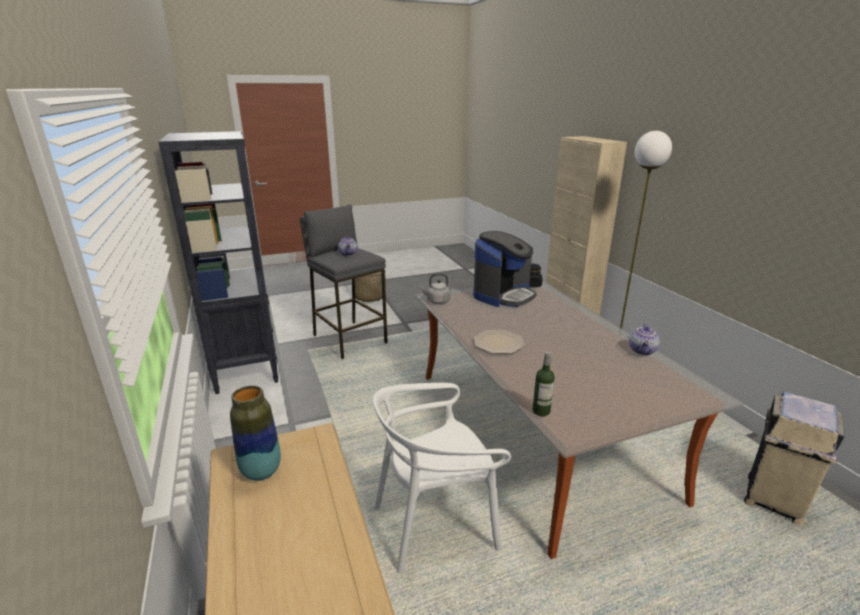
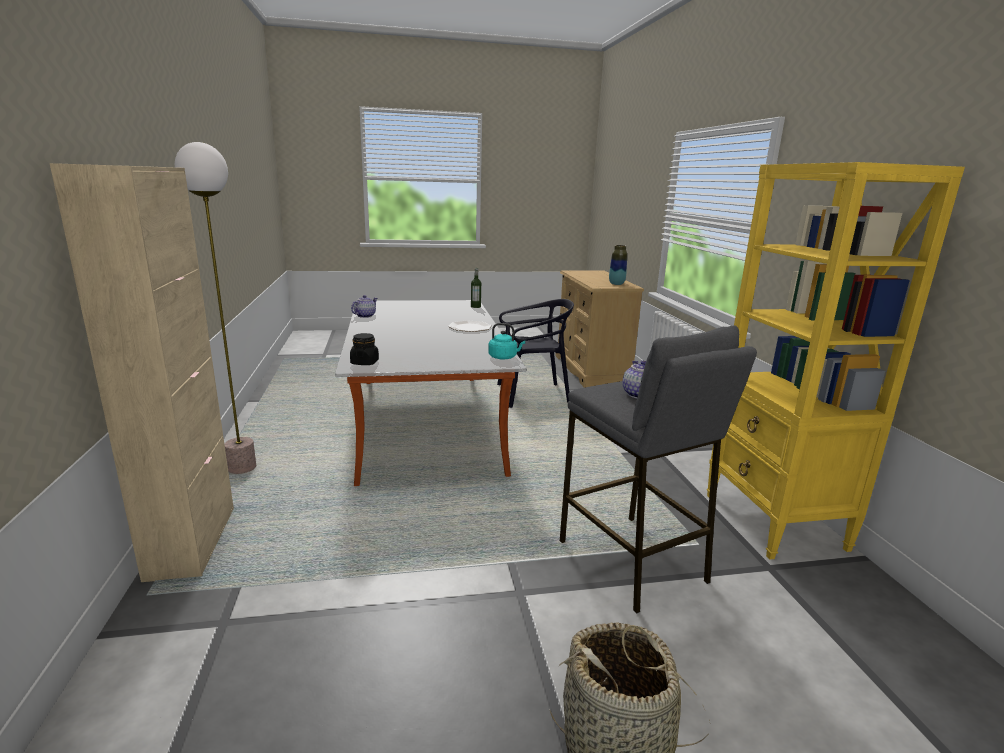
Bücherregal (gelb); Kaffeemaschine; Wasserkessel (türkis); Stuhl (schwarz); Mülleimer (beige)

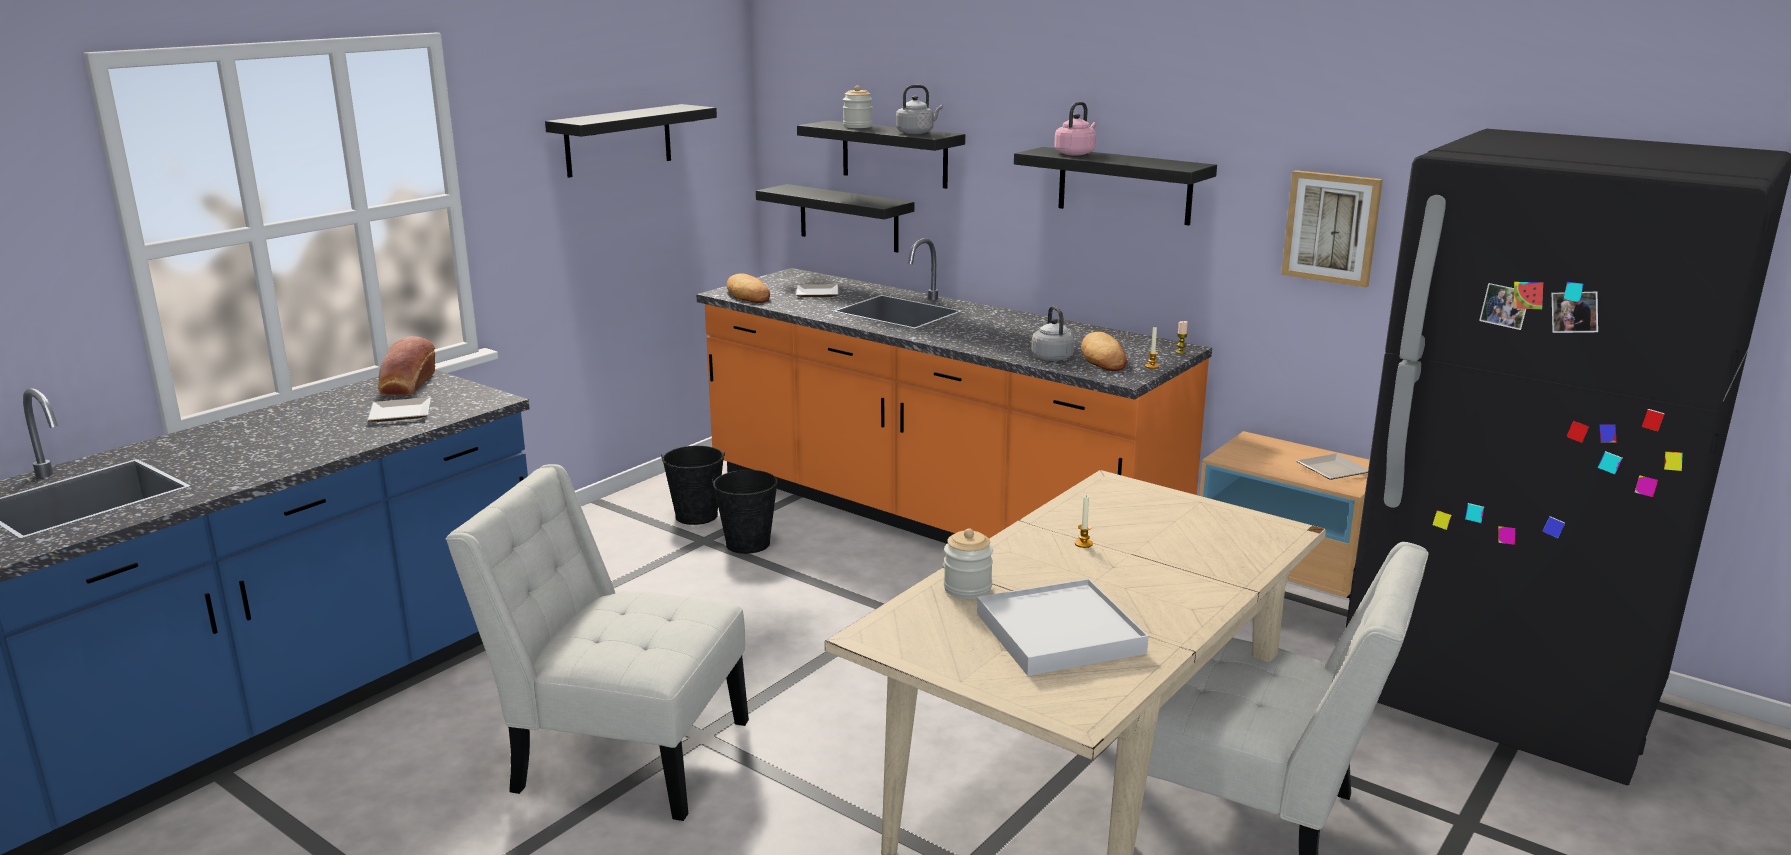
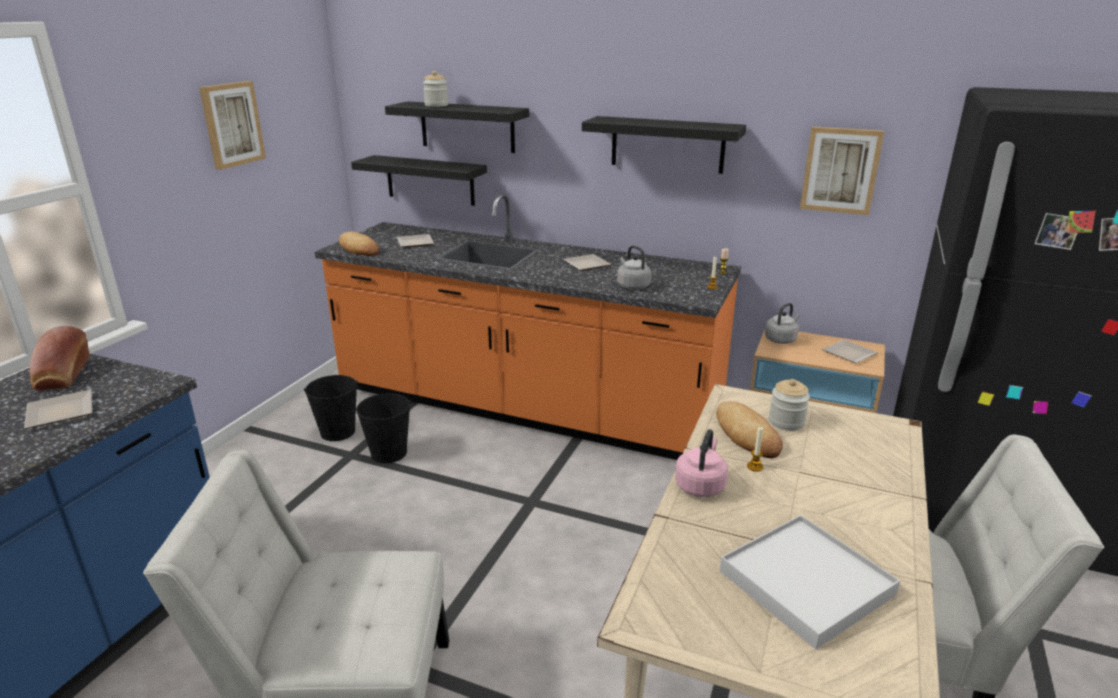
Wasserkessel (grau) (2nd from left); Wasserkessel (rosa); Bild (1st from left); Brot (3rd from left); Vorratsglas (2nd from left); Teller (3rd from left)

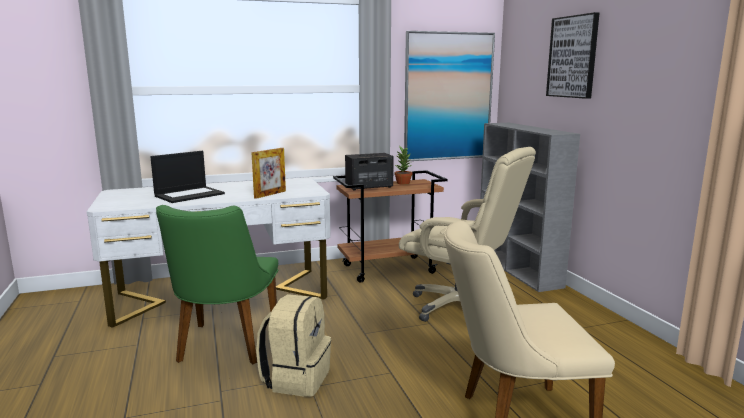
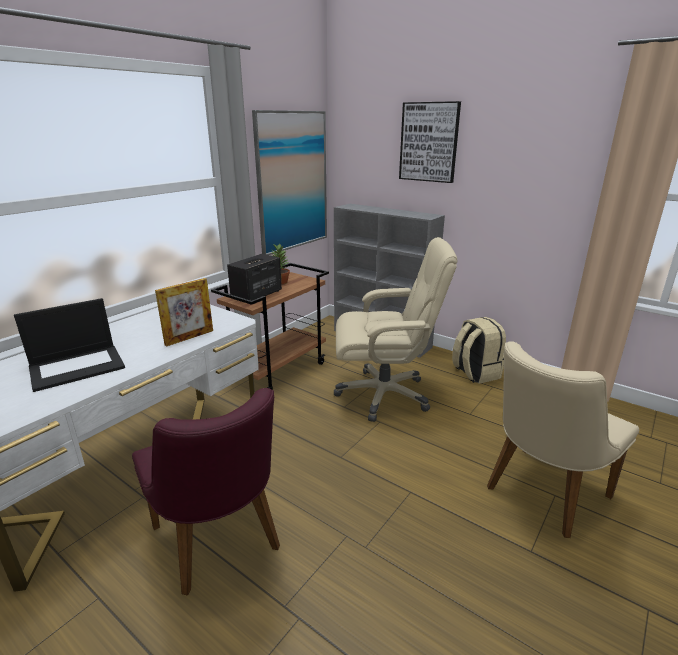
Bilderrahmen; Laptop; Stuhl (lila); Rucksack (beige)

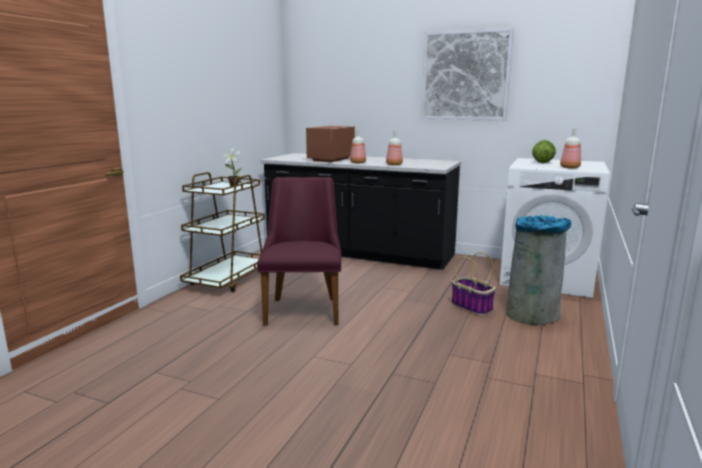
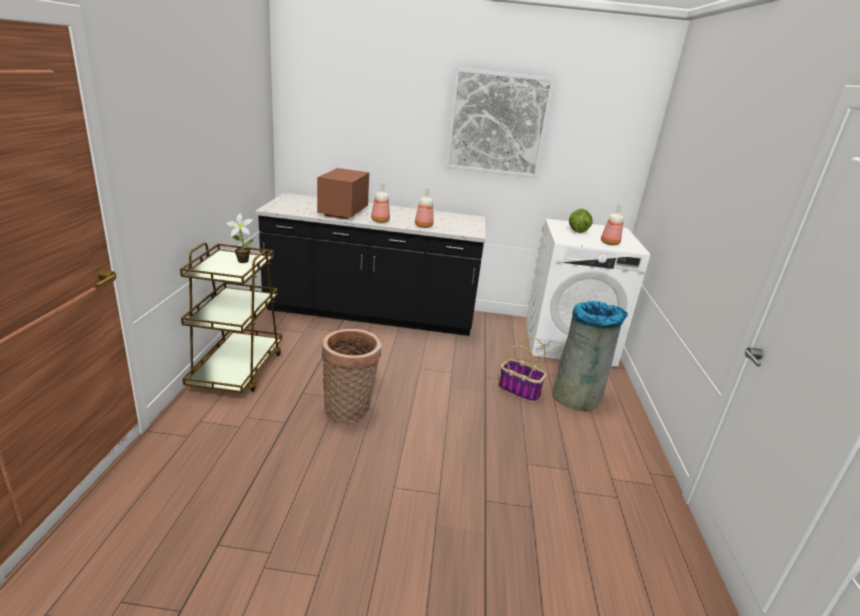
Korb (1st from left)

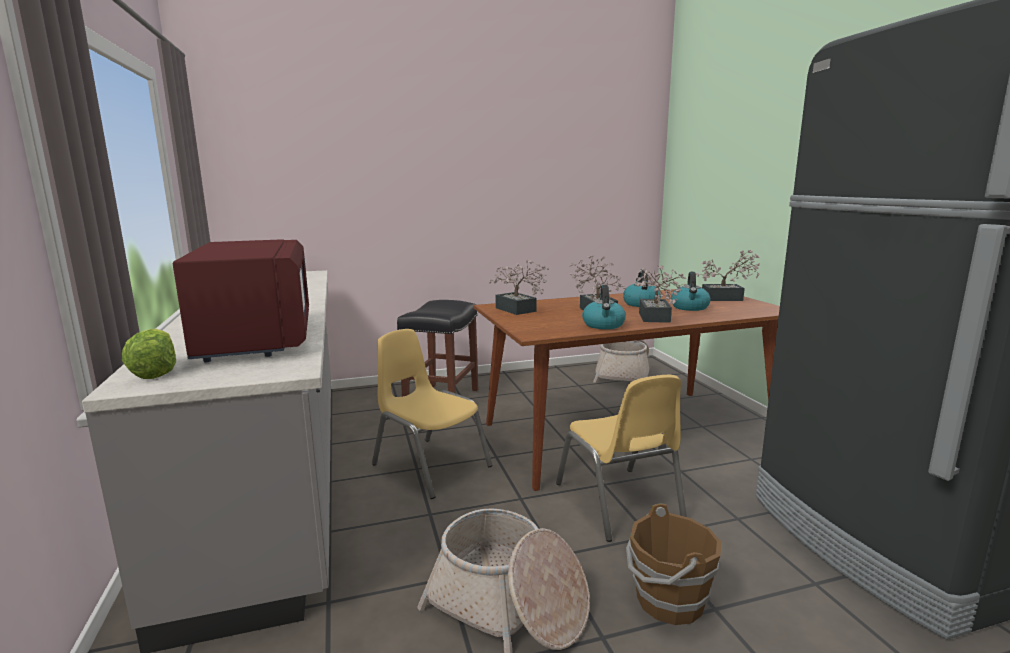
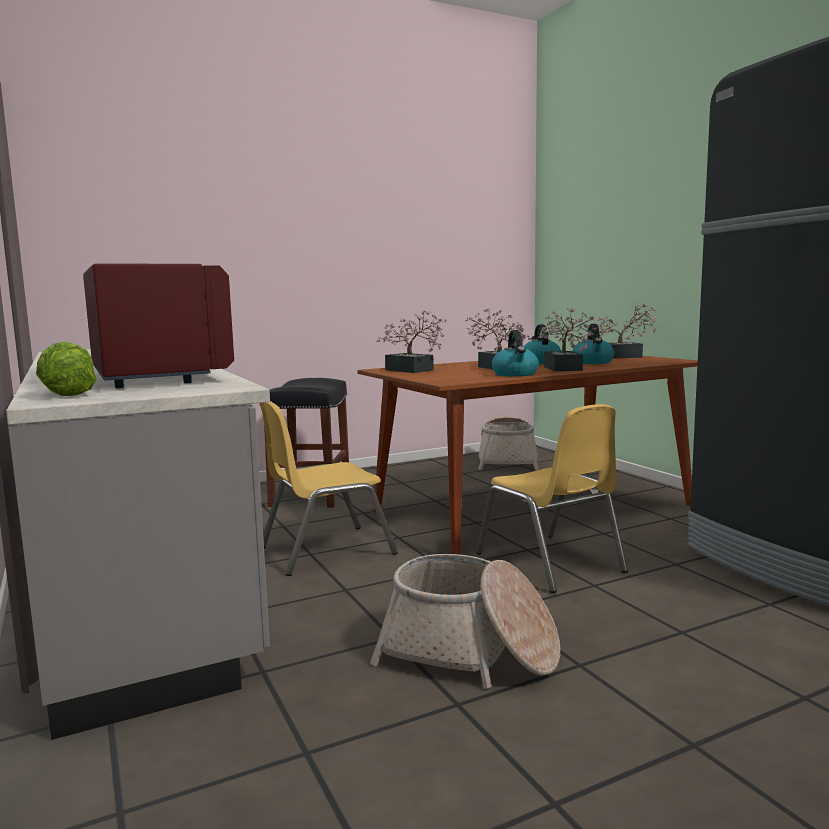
Stuhl (gelb) (1st from left); Eimer (braun)

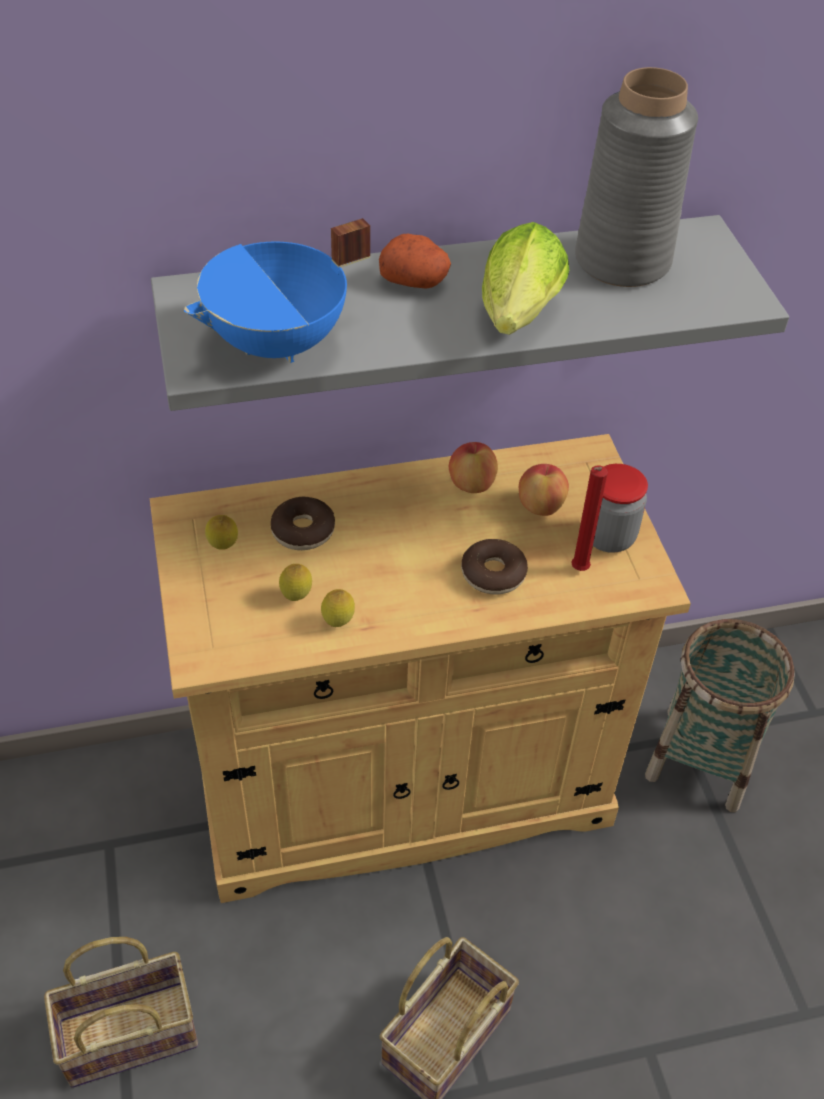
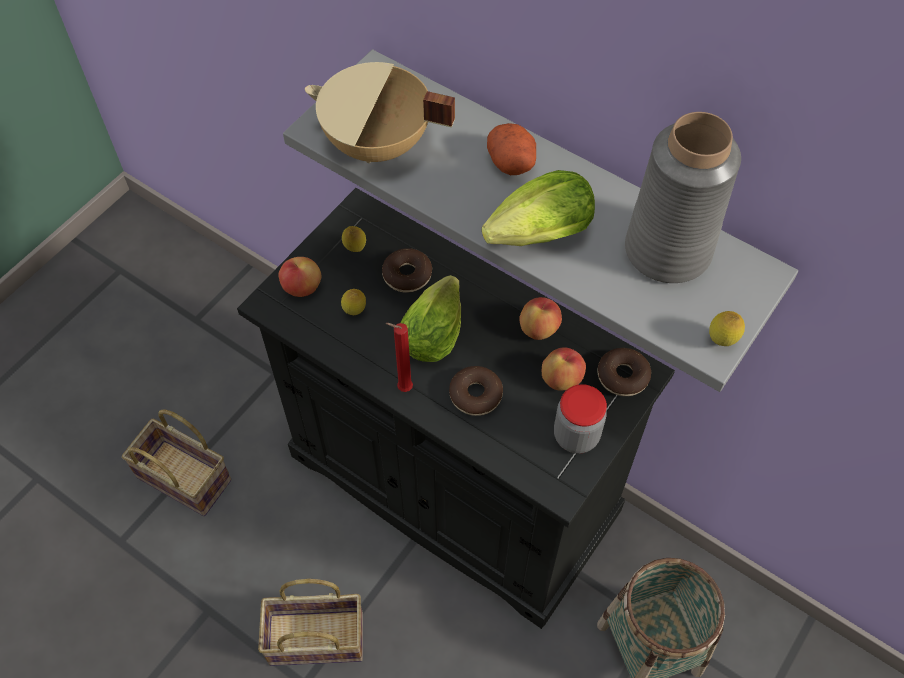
Kochtopf (beige); Schrank (schwarz); Kerze (rot); Zitrone (3rd from left); Apfel (1st from left); Salatkopf (1st from left); Donut (3rd from left)

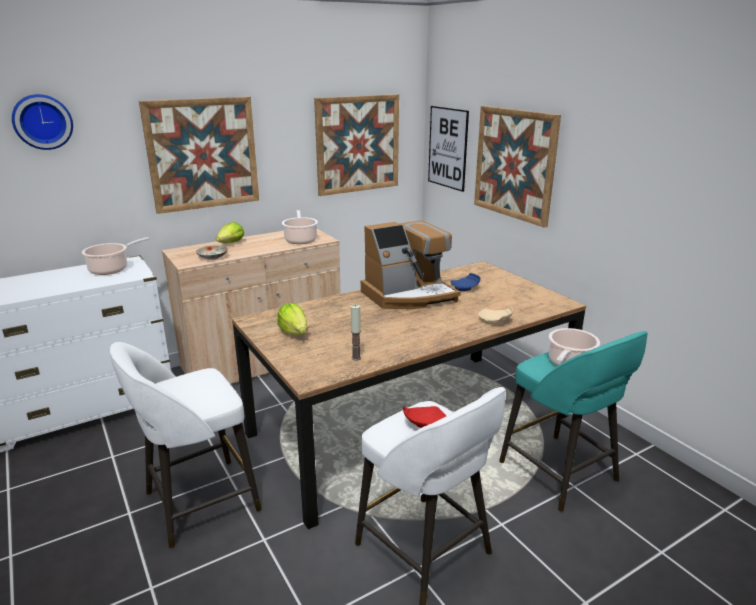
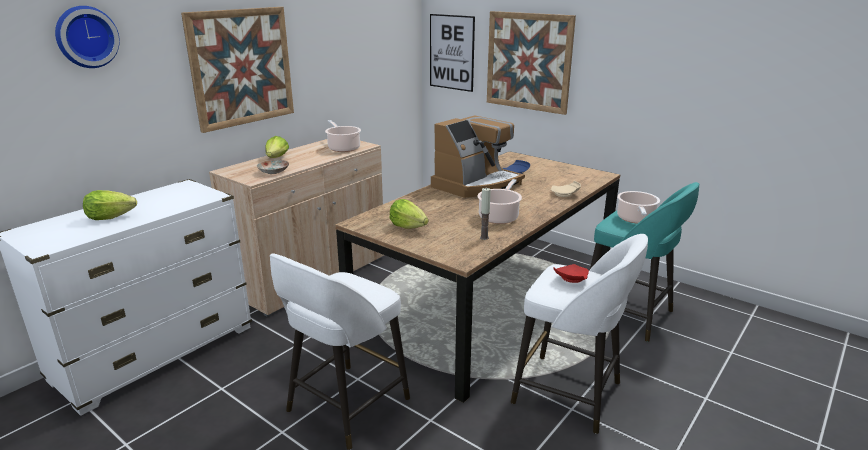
Bild (2nd from left in the first image); Kochtopf (2nd from left); Salatkopf (1st from left)

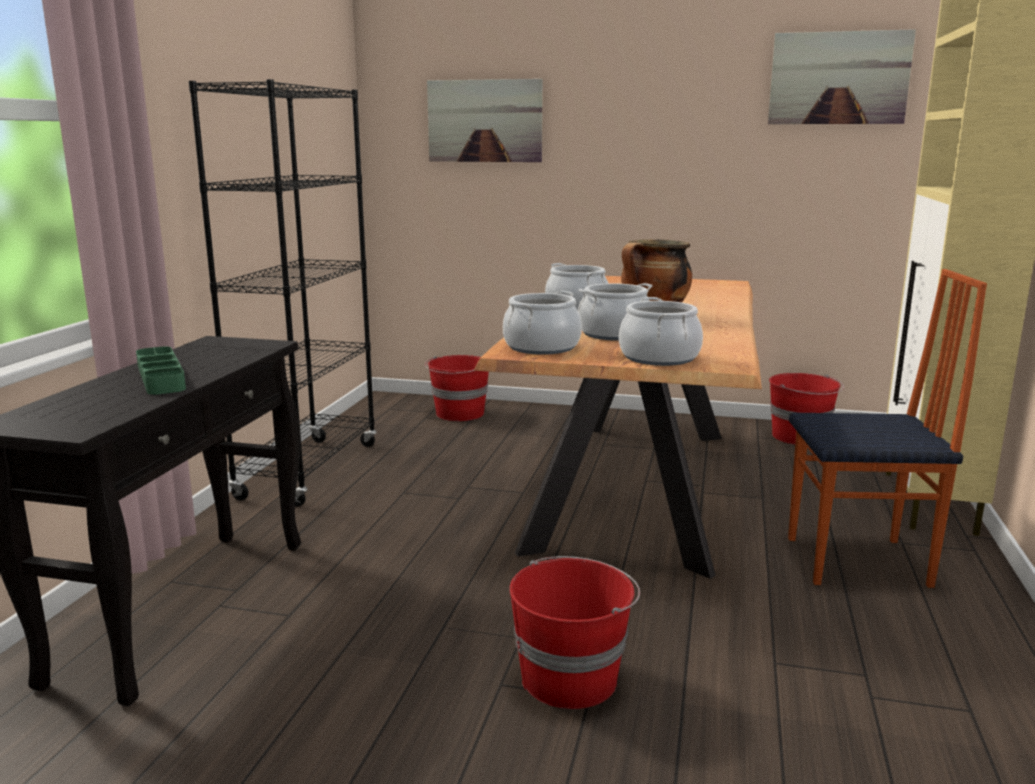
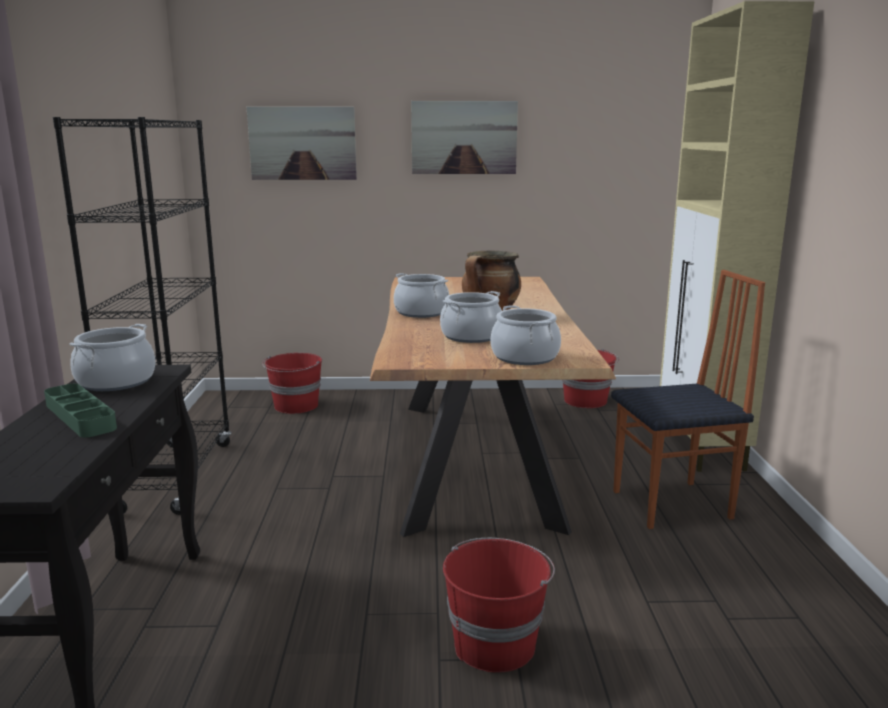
Bild (2nd from left); Kochtopf (1st from left)

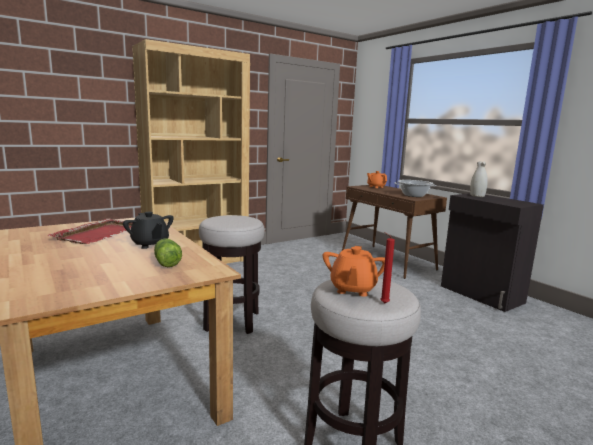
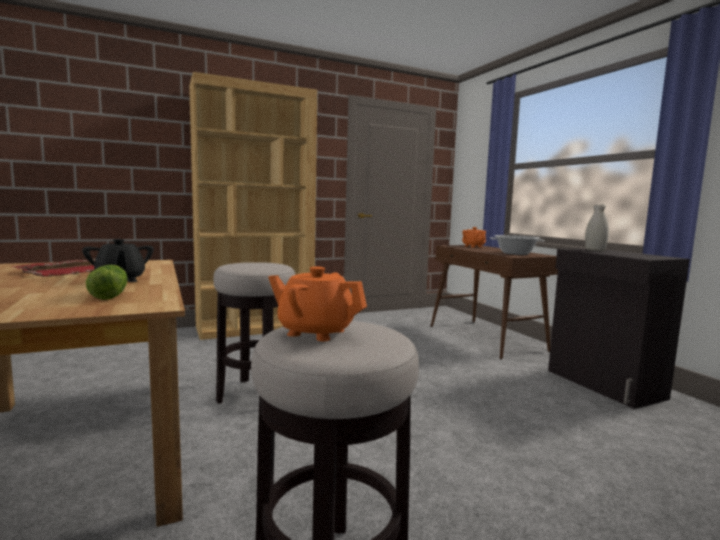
Kerze (rot); Teekanne (orange) (1st from left)

